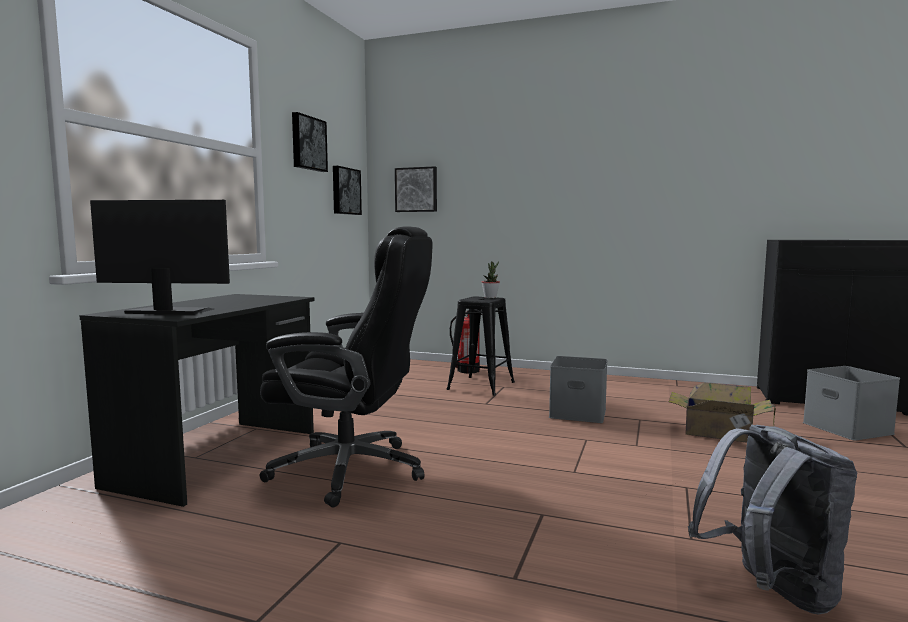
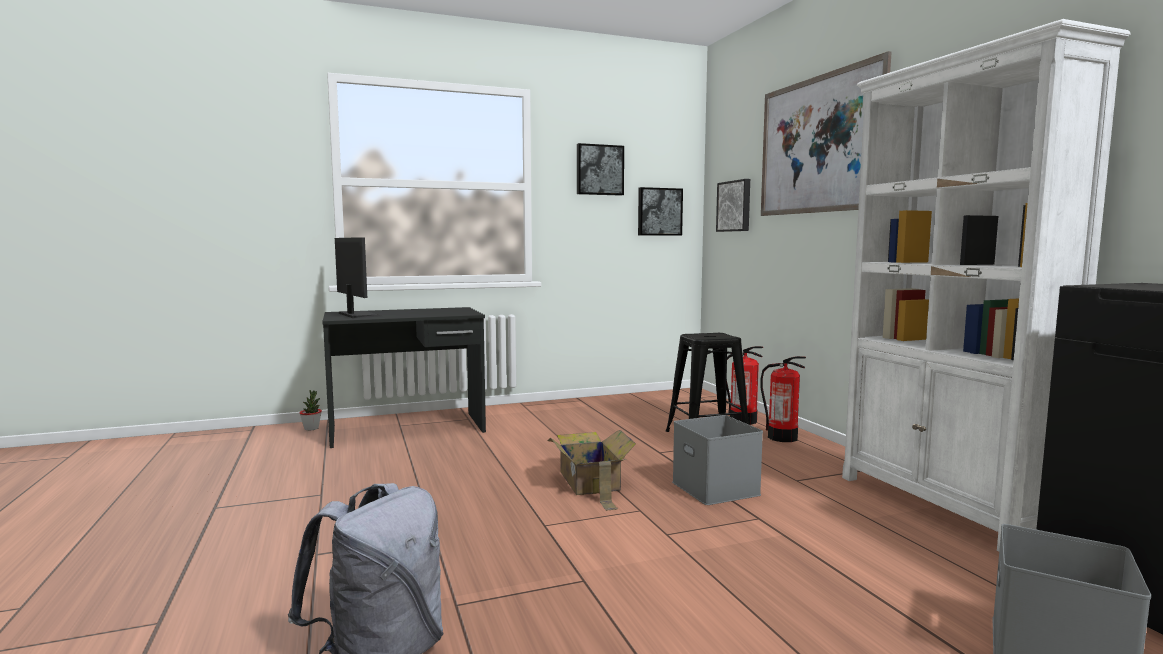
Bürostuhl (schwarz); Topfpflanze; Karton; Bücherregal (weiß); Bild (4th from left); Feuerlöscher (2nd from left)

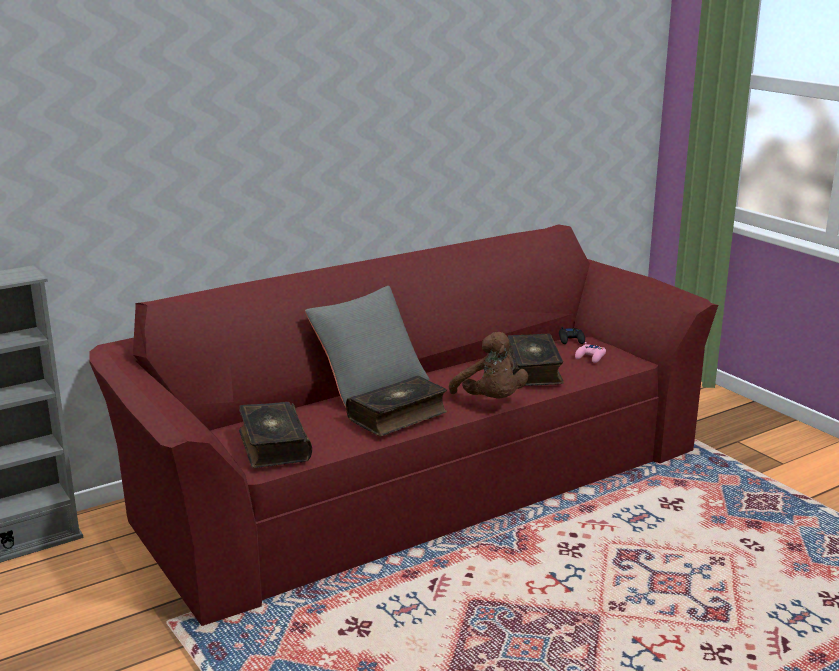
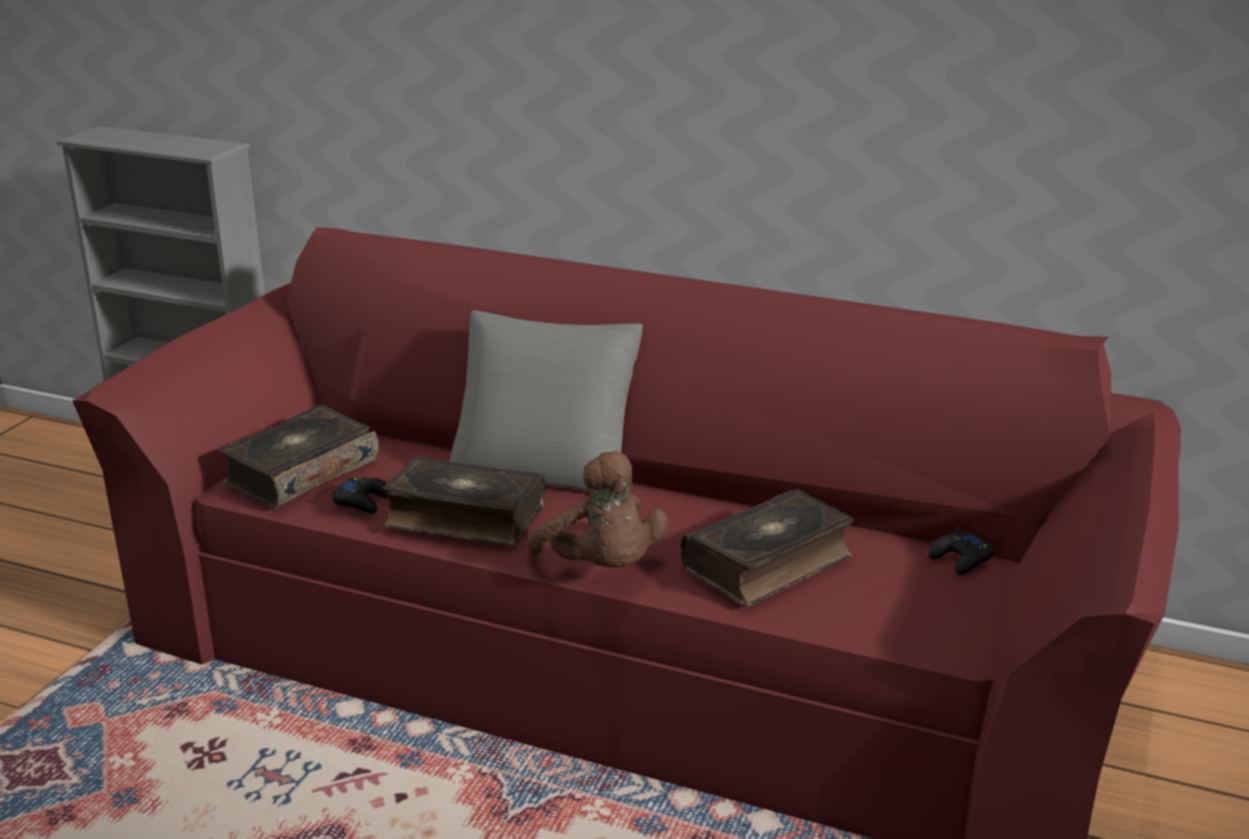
Plüschtier (braun); Gamepad (rosa); Gamepad (schwarz) (1st from left)

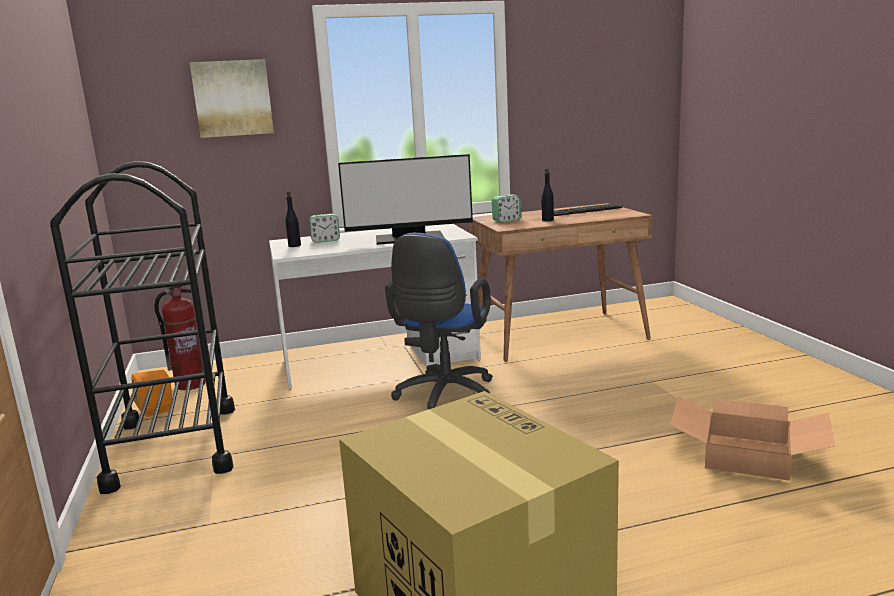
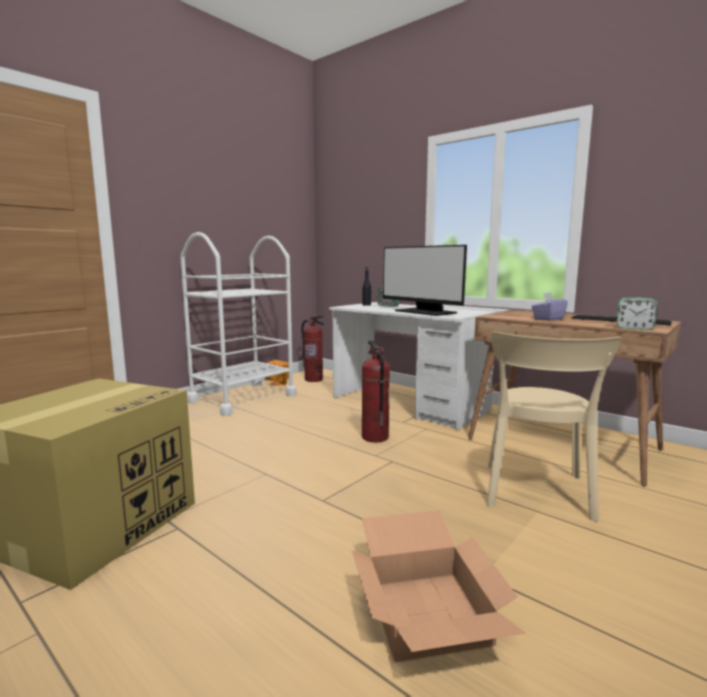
Bild; Rollwagen (weiß); Taschentuchbox (lila); Wecker (2nd from left); Feuerlöscher (2nd from left); Stuhl (beige)

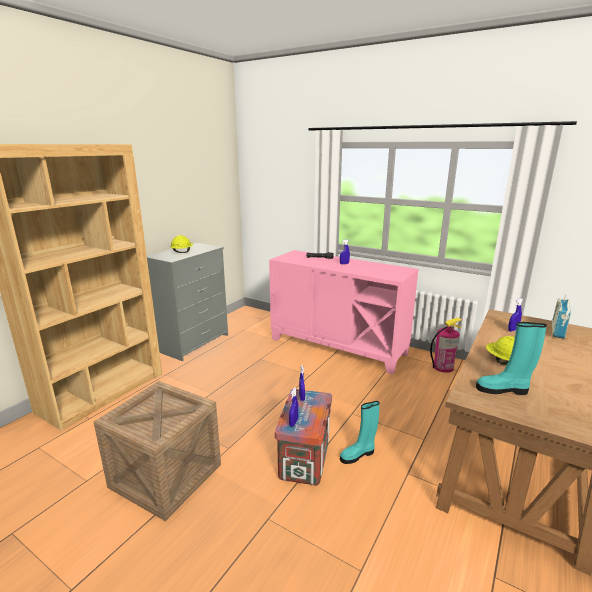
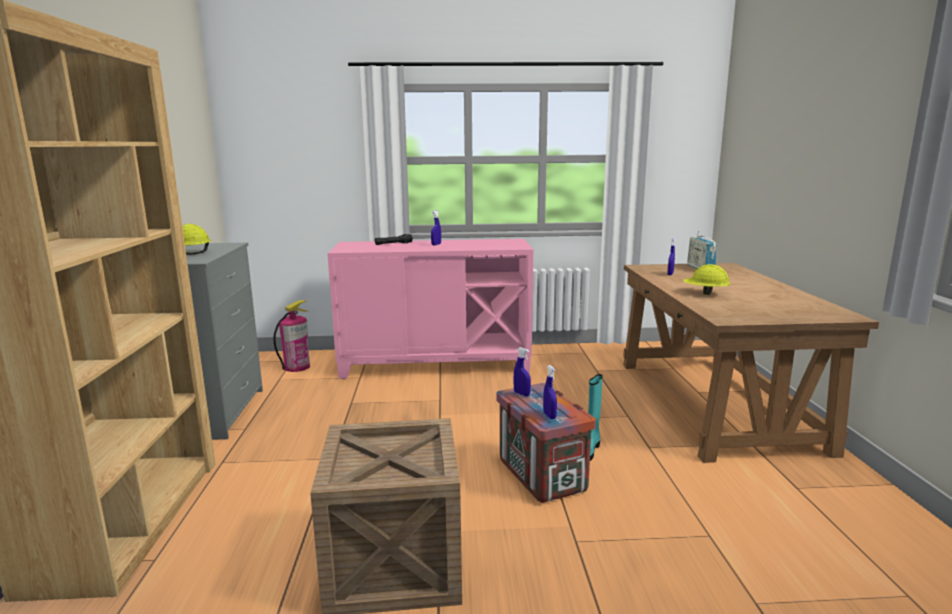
Feuerlöscher; Stiefel (türkis) (2nd from left in the first image)

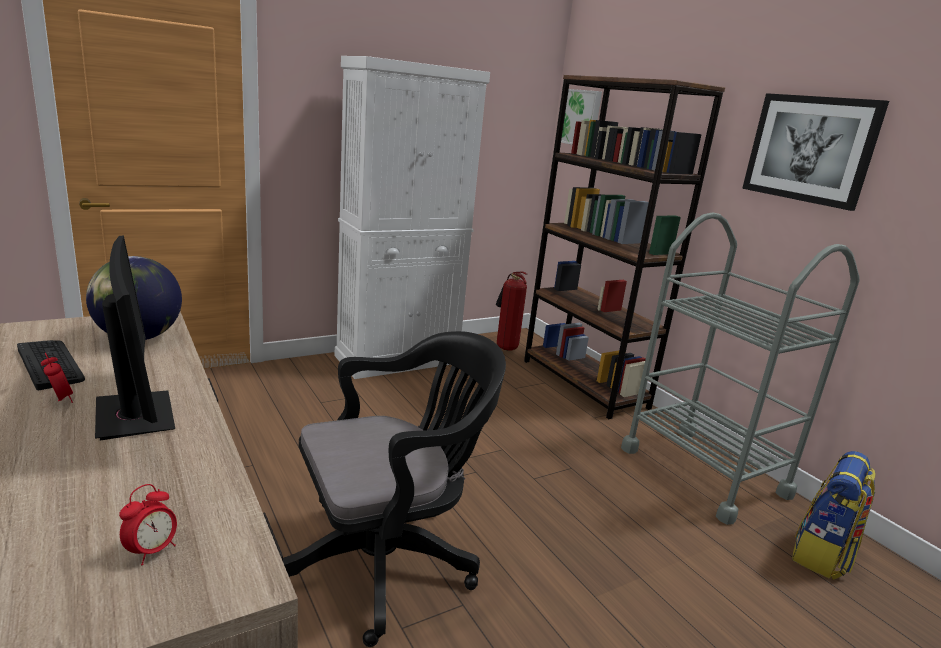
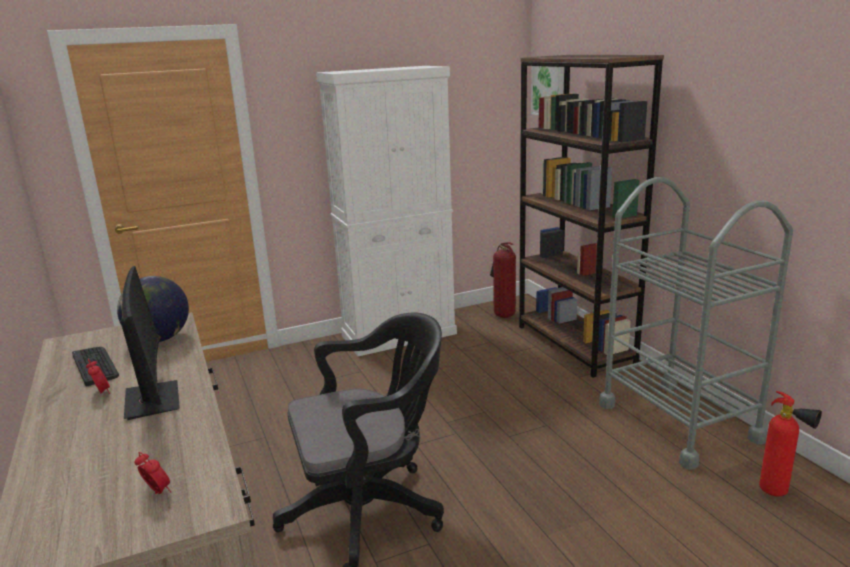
Bild (2nd from left in the first image); Feuerlöscher (2nd from left); Wecker (2nd from left)

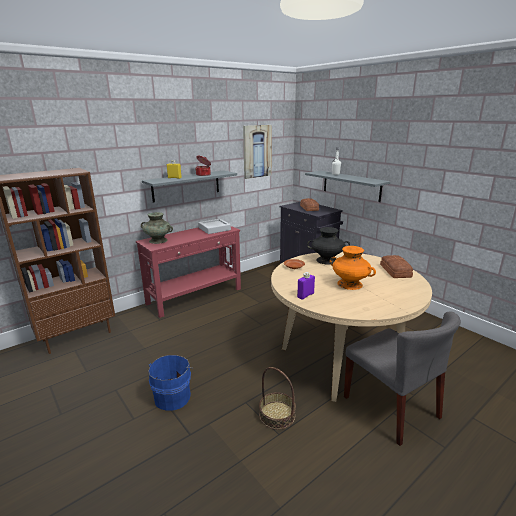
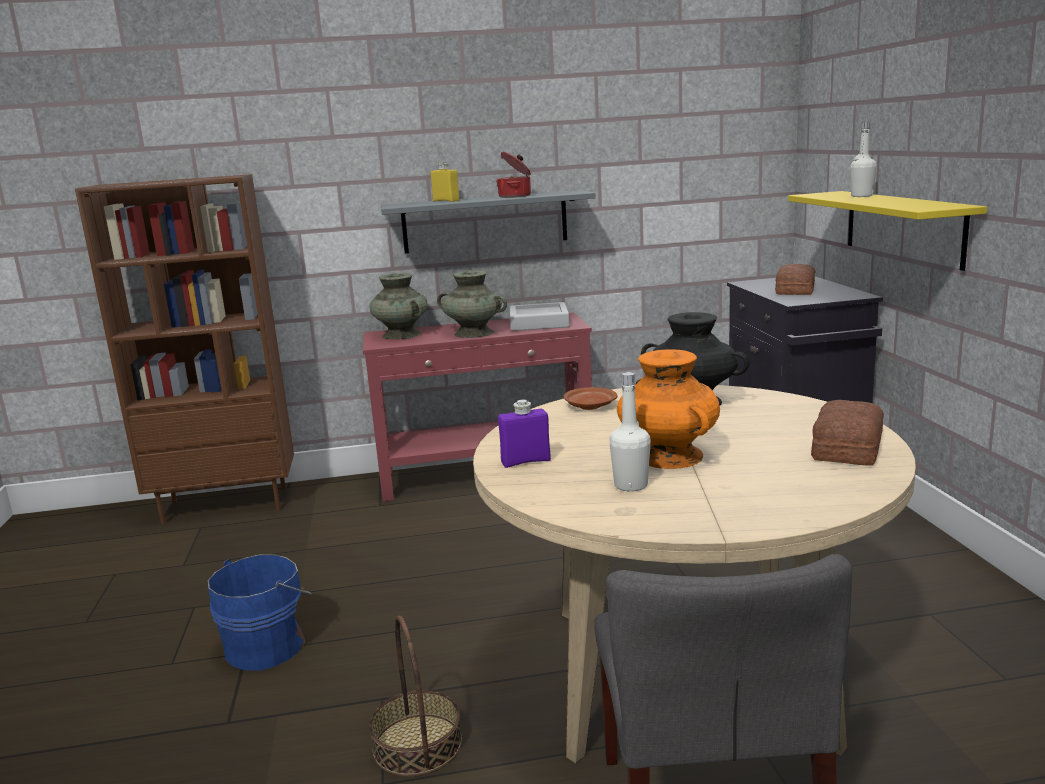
Bild; Wandregal (gelb); Vase (türkis) (2nd from left); Flasche (weiß) (1st from left)

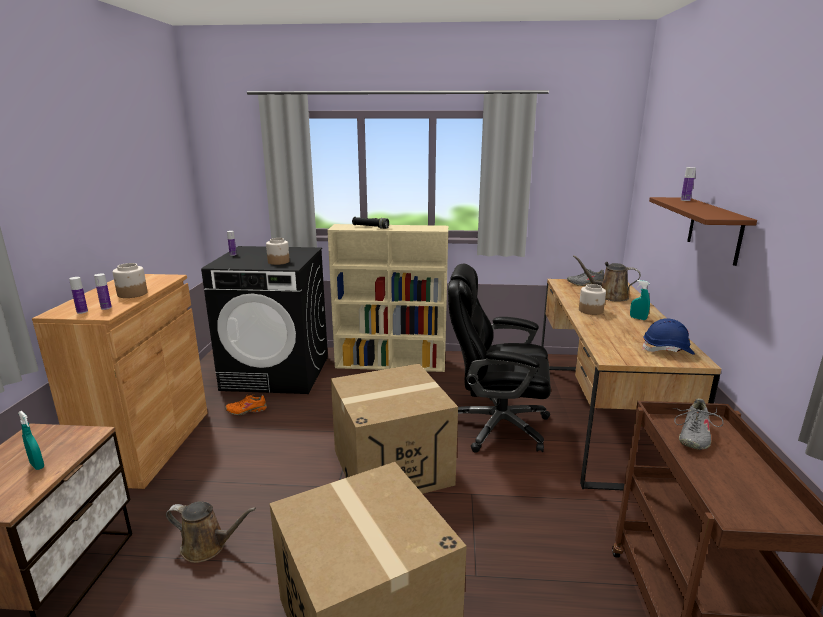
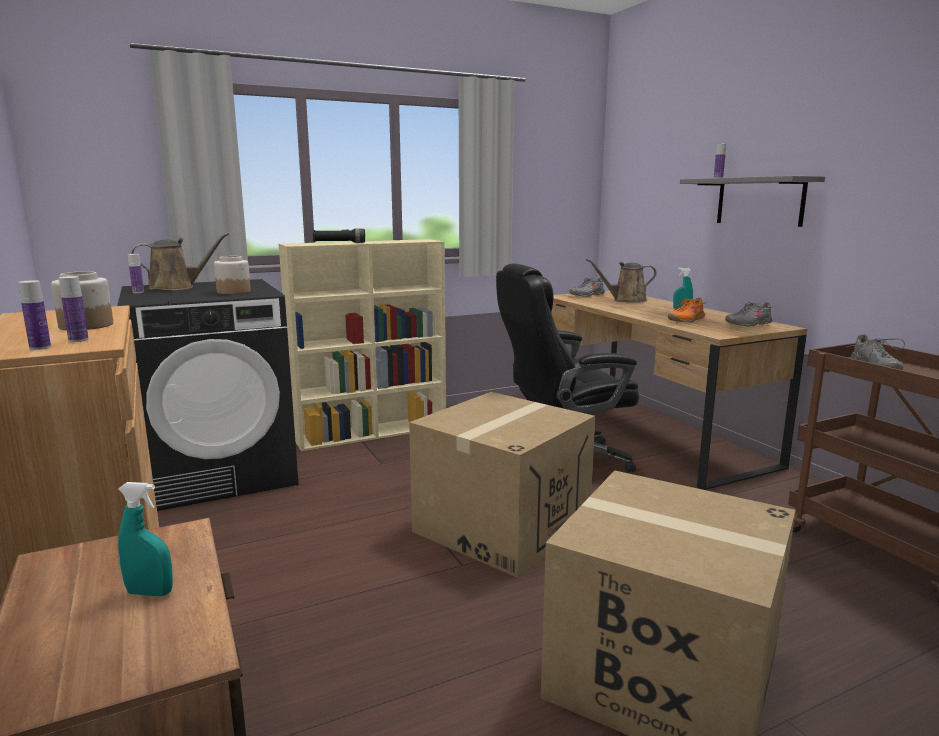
Wandregal (grau); Vorratsglas (3rd from left in the first image); Schuh (grau) (2nd from left); Schuh (orange); Gießkanne (braun) (1st from left)

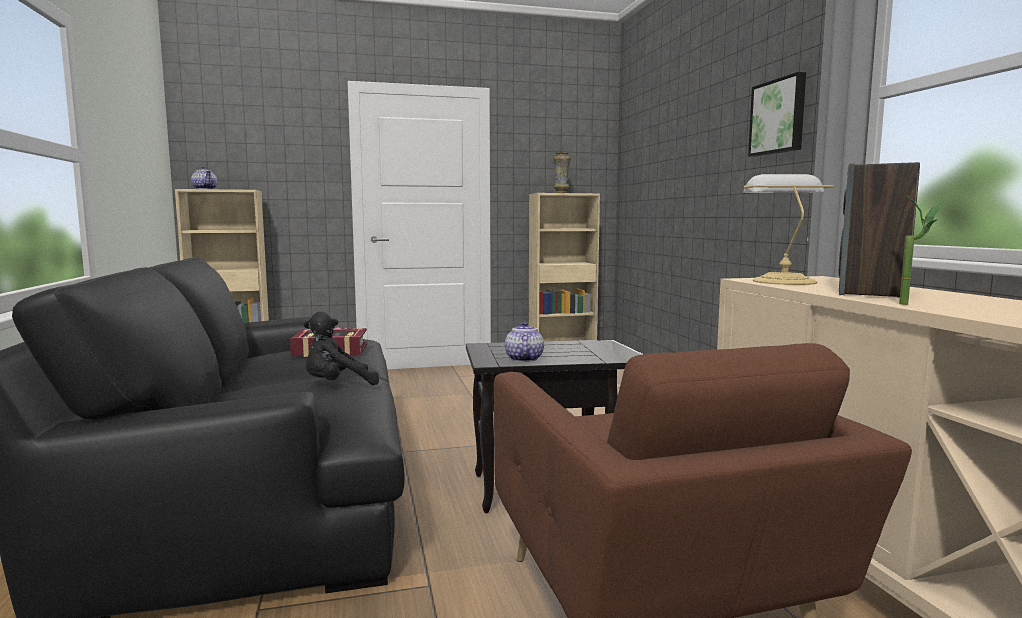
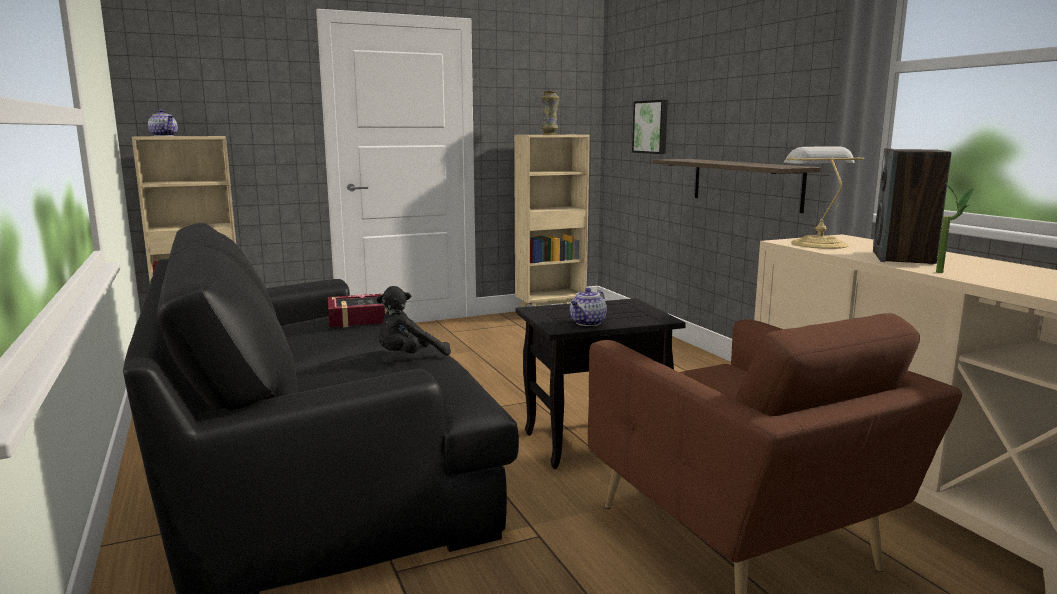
Bild; Teekanne (2nd from left); Wandregal

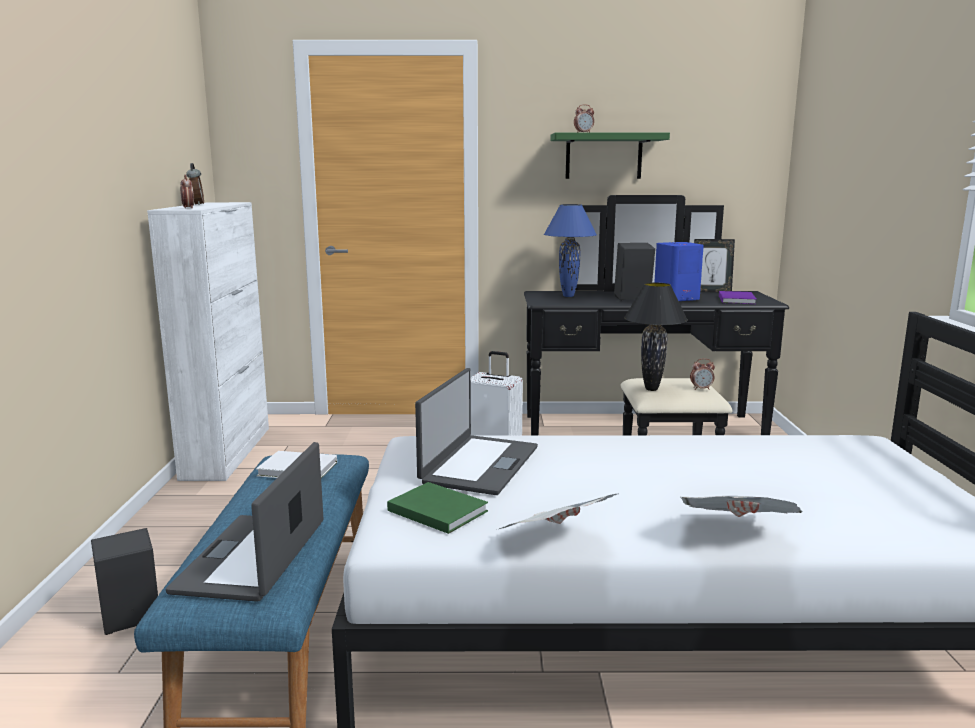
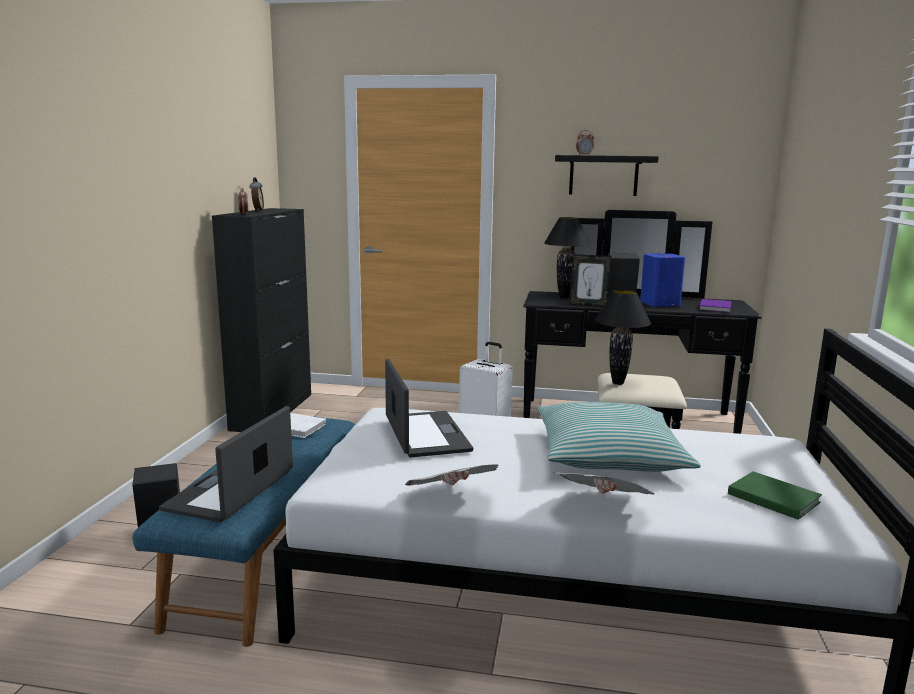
Wandregal (schwarz); Schrank (schwarz); Tischlampe (schwarz) (1st from left); Bilderrahmen; Wecker (4th from left in the first image); Laptop (2nd from left); Buch (grün); Kissen

